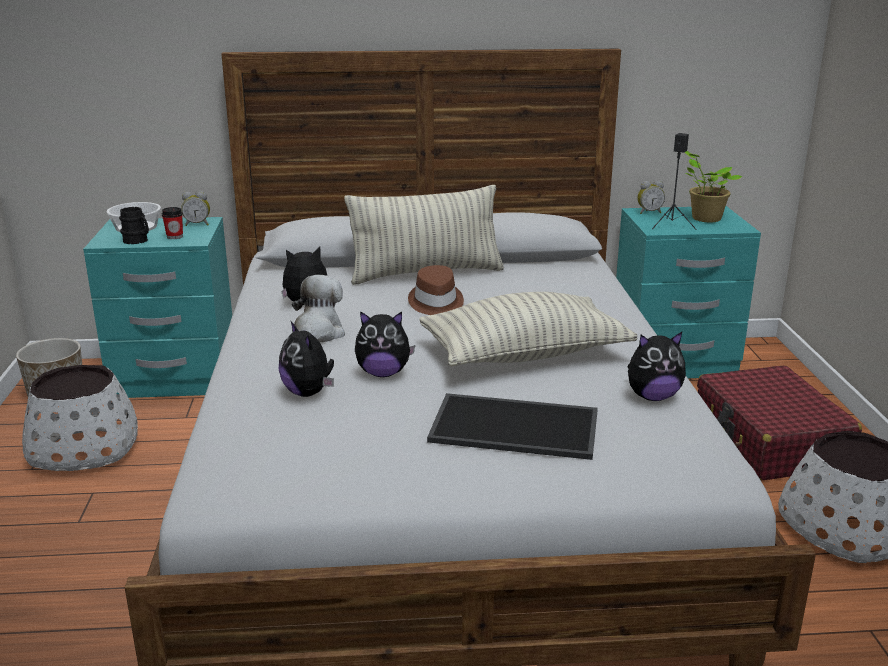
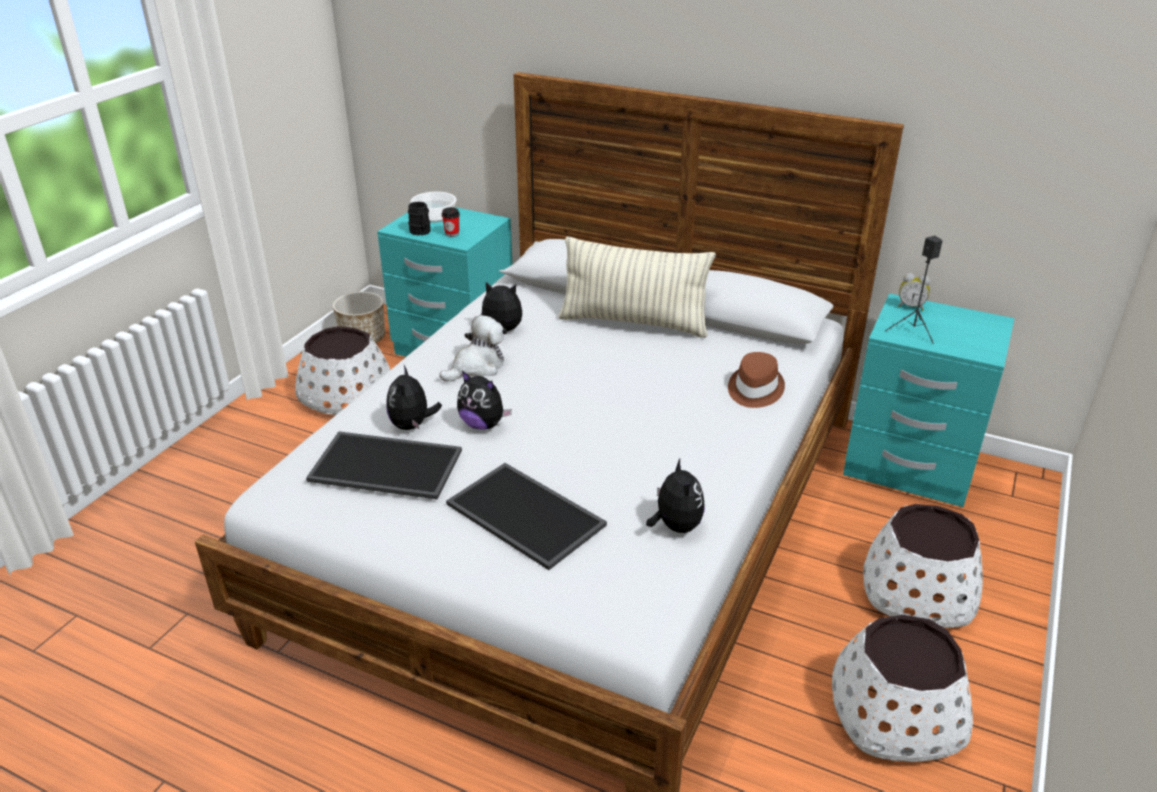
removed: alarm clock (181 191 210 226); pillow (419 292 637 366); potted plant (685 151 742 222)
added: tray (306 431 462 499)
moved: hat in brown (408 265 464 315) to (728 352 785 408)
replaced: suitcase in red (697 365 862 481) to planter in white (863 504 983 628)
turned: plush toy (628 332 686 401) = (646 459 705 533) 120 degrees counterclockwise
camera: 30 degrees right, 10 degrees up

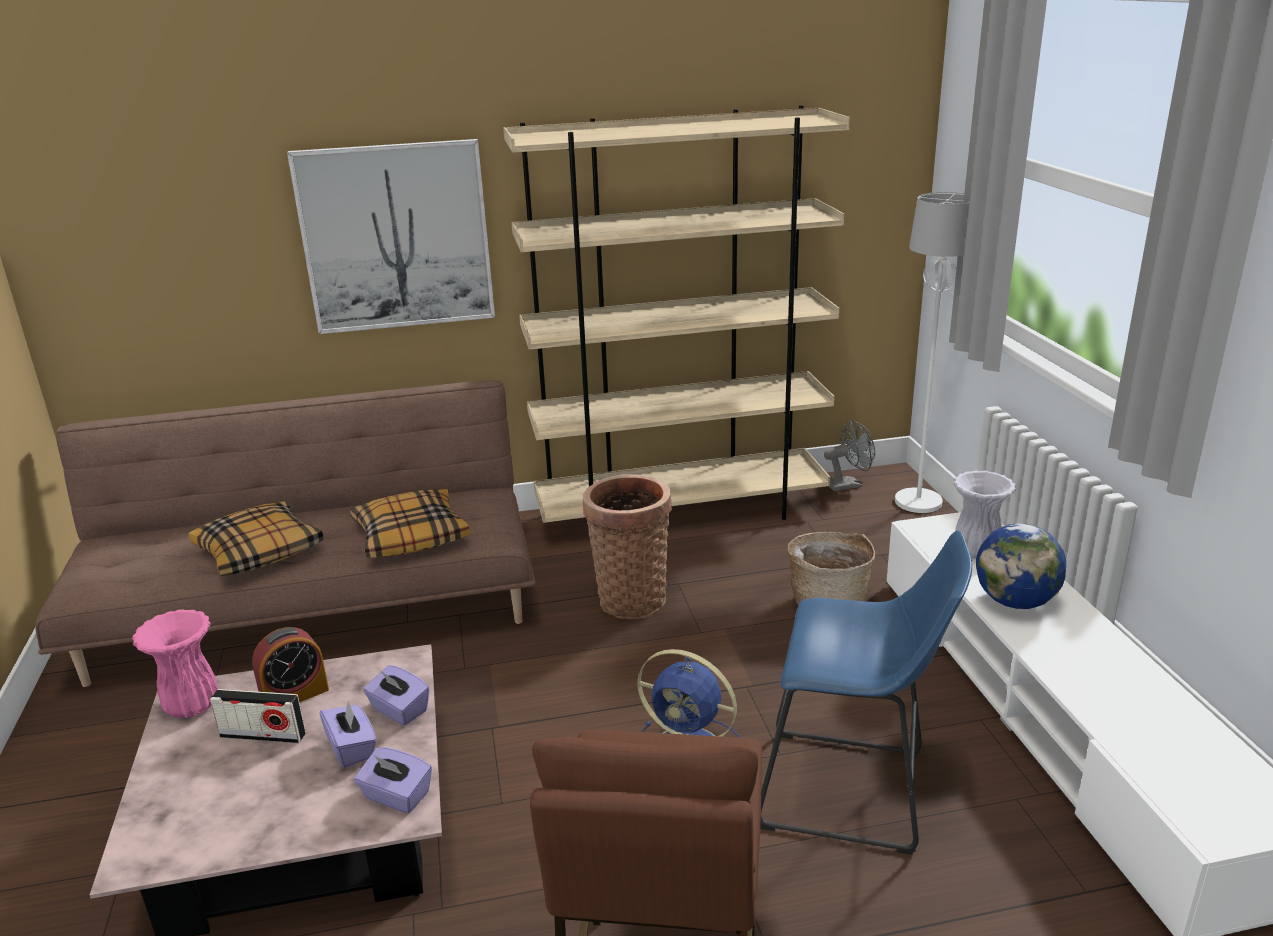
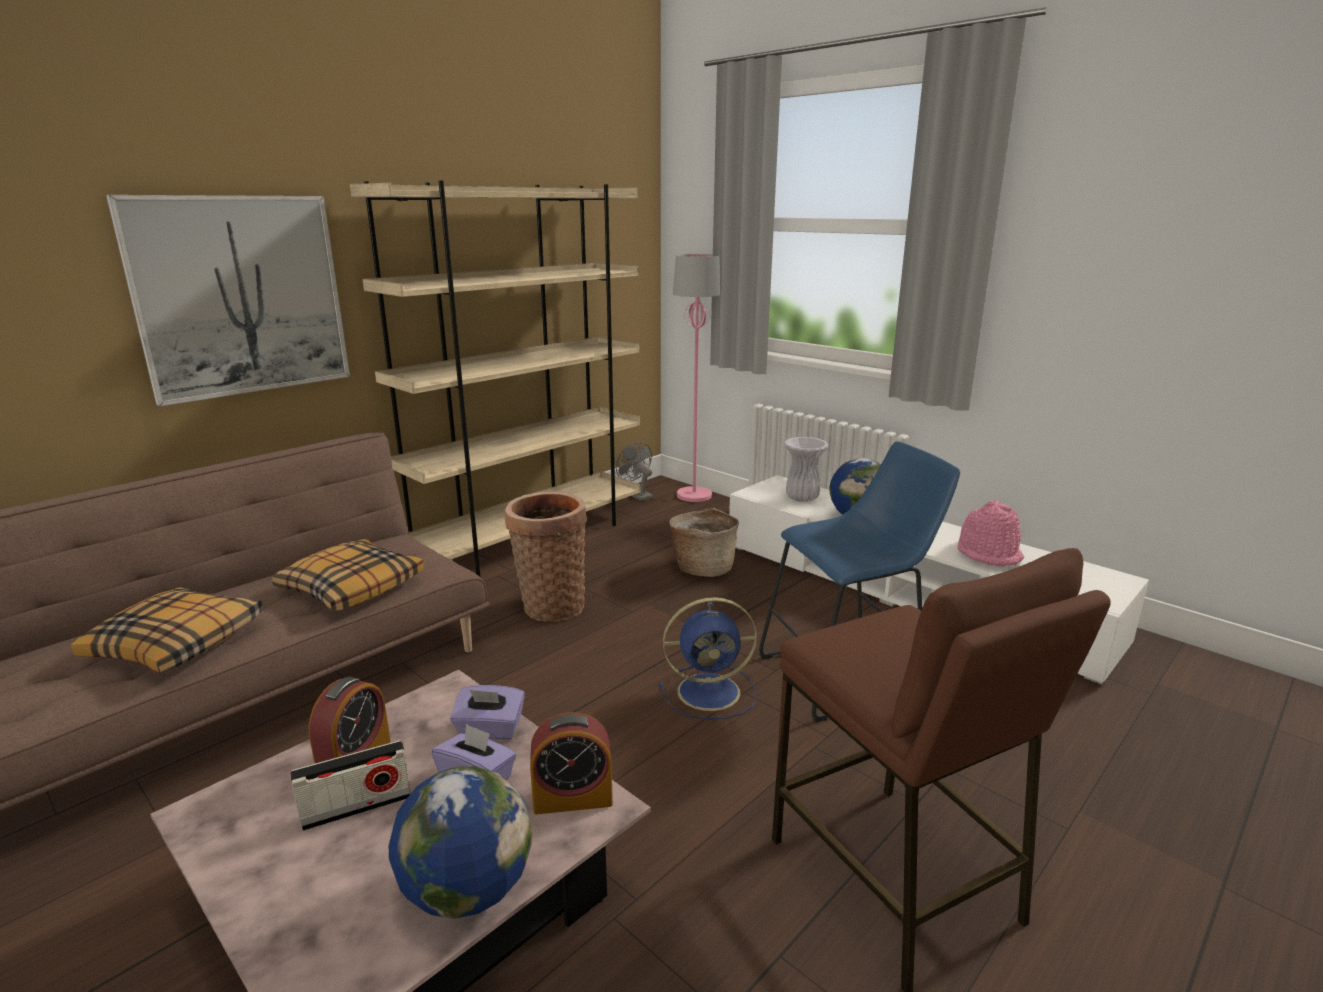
removed: vase in pink (132 609 218 718)
added: globe (389 766 532 919); hat in pink (957 500 1024 567)
replaced: tissue box in purple (354 747 432 813) to alarm clock (530 712 613 814)
recoloured: floor lamp in white (895 192 969 513) to floor lamp in pink (673 254 720 502)
turned: fan in grey (824 419 875 491) = (616 442 653 501) 75 degrees counterclockwise
camera: 35 degrees left, 5 degrees down

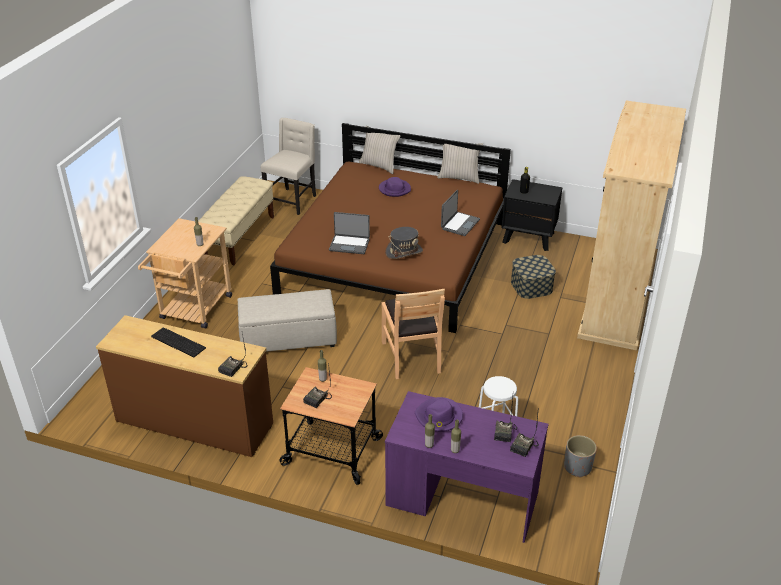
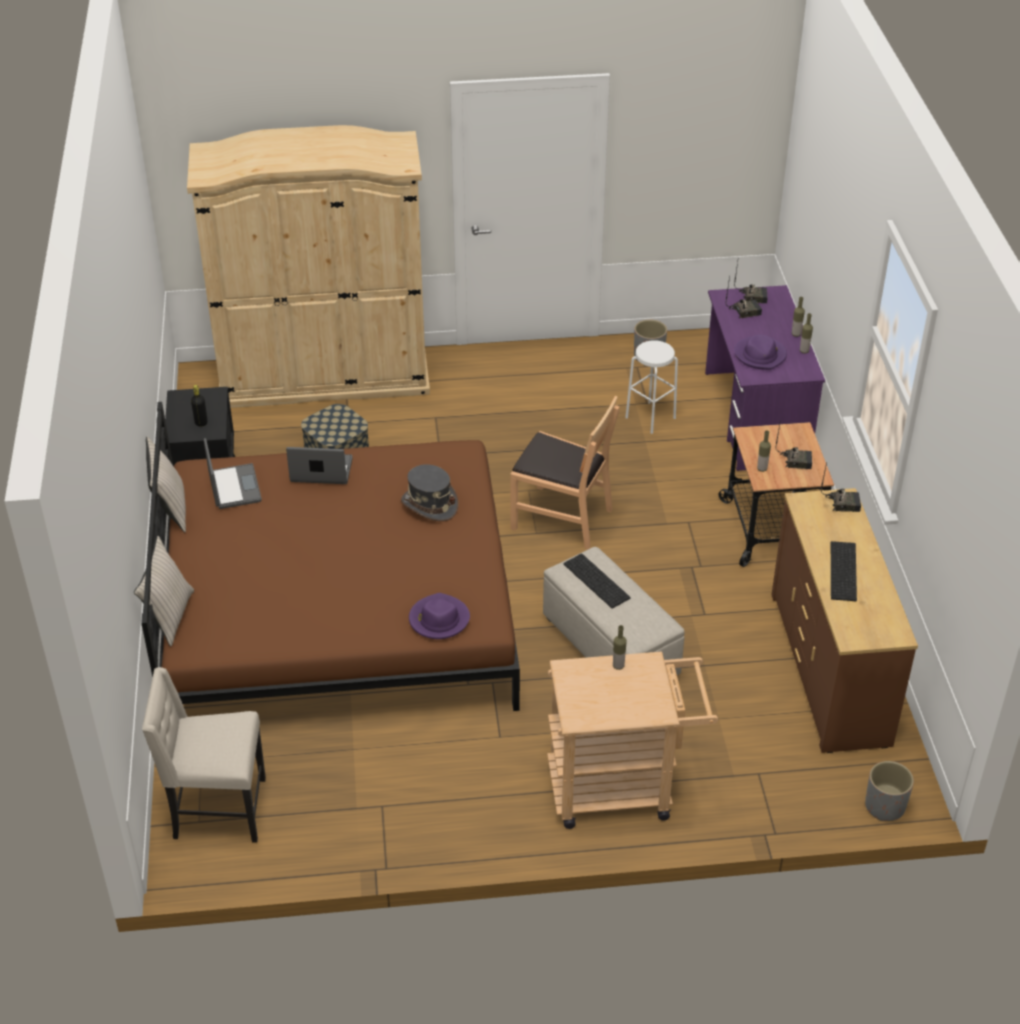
removed: bench in beige (198 176 274 265)
added: keyboard (564 553 630 608); planter in grey (865 761 914 821)
moved: laptop (329 212 370 254) to (204 438 262 509); hat in purple (379 177 411 197) to (409 593 470 639)
turned: chair in brown (382 289 445 379) = (510 396 619 549) 60 degrees clockwise
camera: 115 degrees left, 5 degrees up

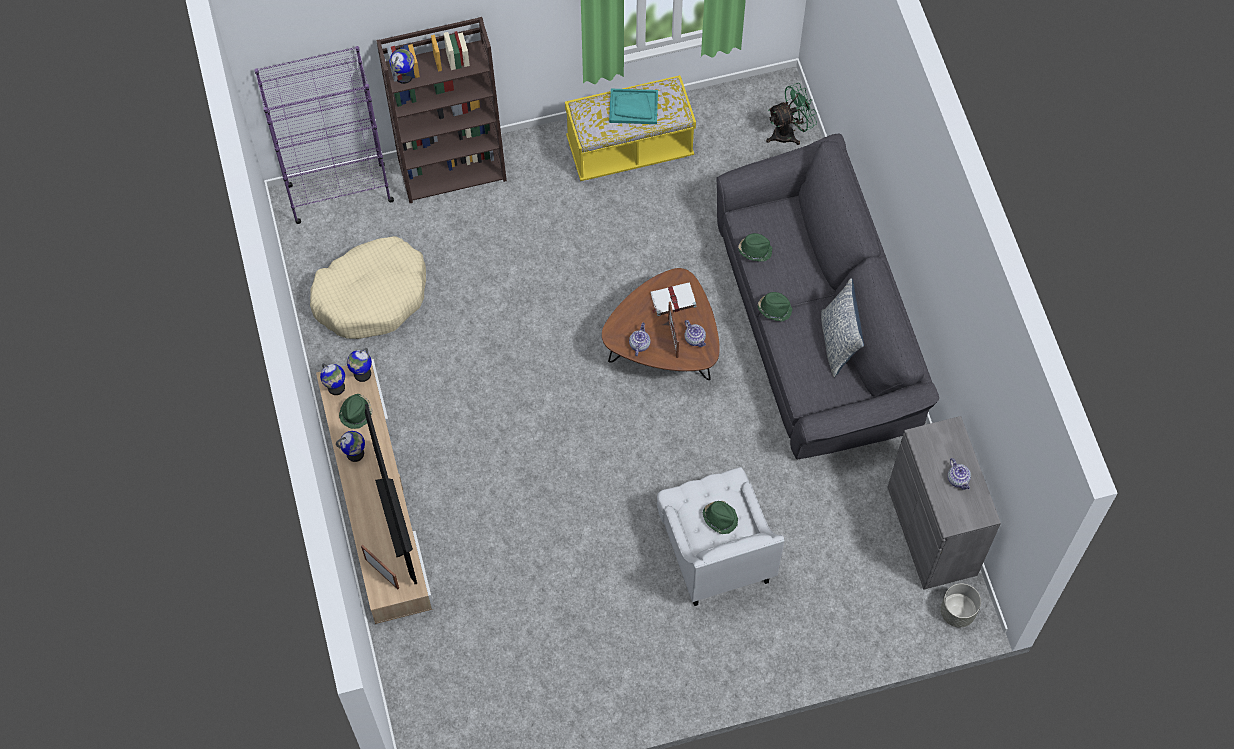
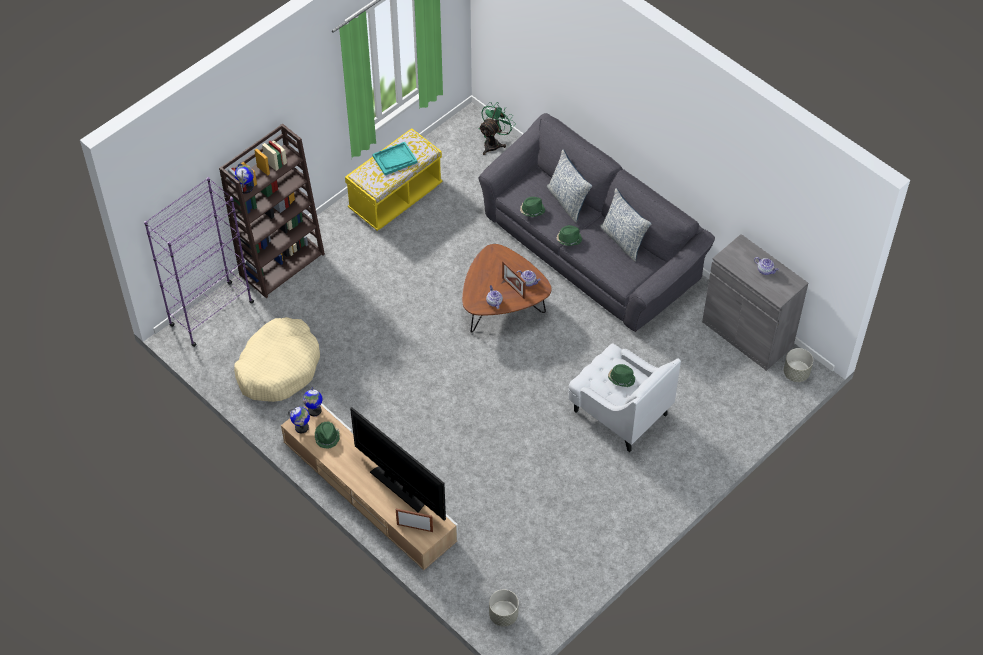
removed: globe (336 431 365 462); book in white (651 282 697 316)
added: planter in grey (489 590 519 627); pillow (547 149 592 223)
camera: 30 degrees left, 10 degrees down

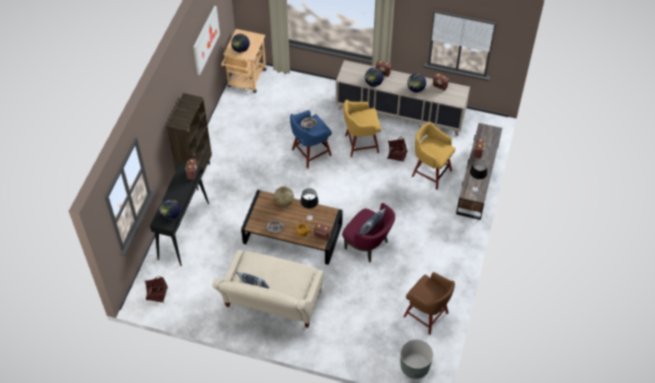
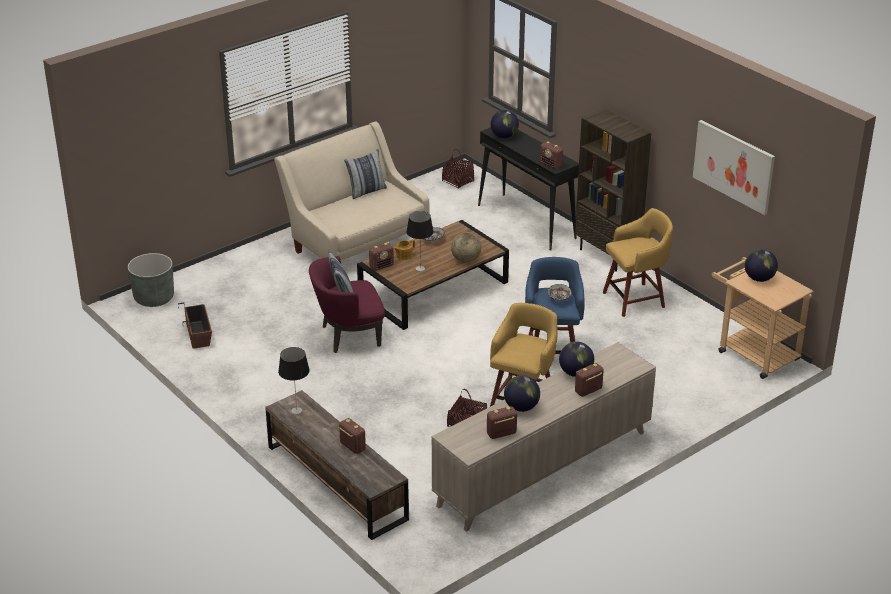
moved: stool in yellow (412 122 456 190) to (603 208 673 317)
replaced: stool in brown (403 272 455 335) to planter (178 303 212 349)
camera: 125 degrees right, 20 degrees down

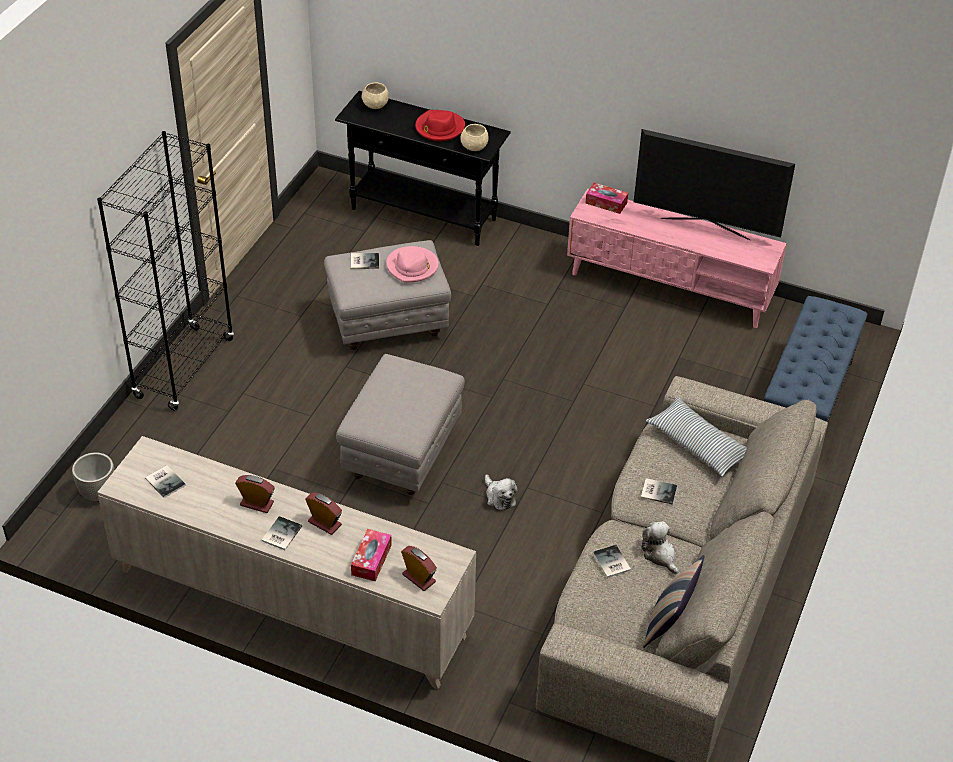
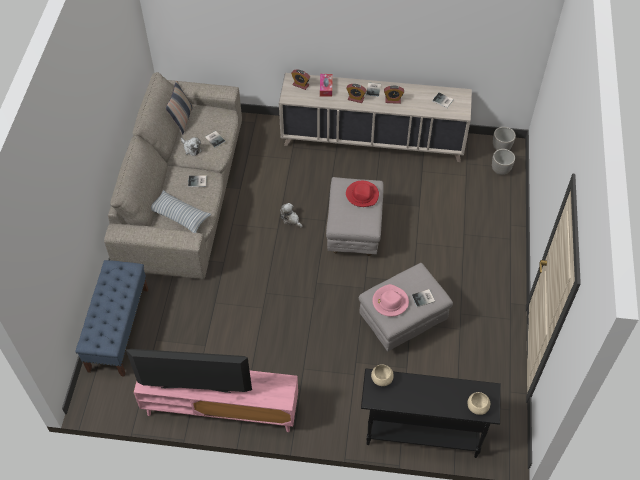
removed: bookcase in black (97 131 234 411); tissue box (585 183 628 214)
added: planter (493 127 516 150)
moved: hat in red (415 110 465 141) to (346 181 379 207)
camera: 165 degrees right, 10 degrees up

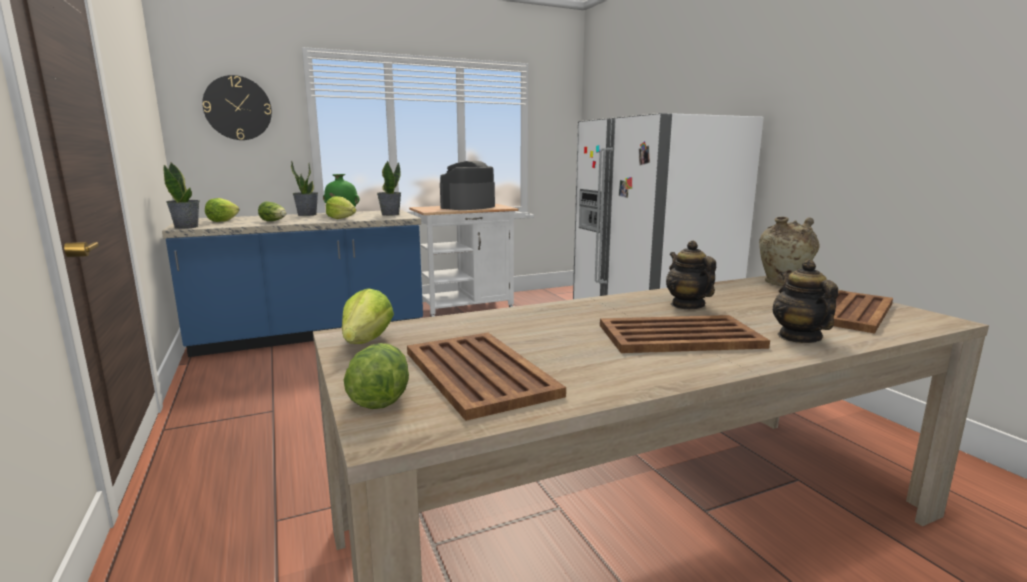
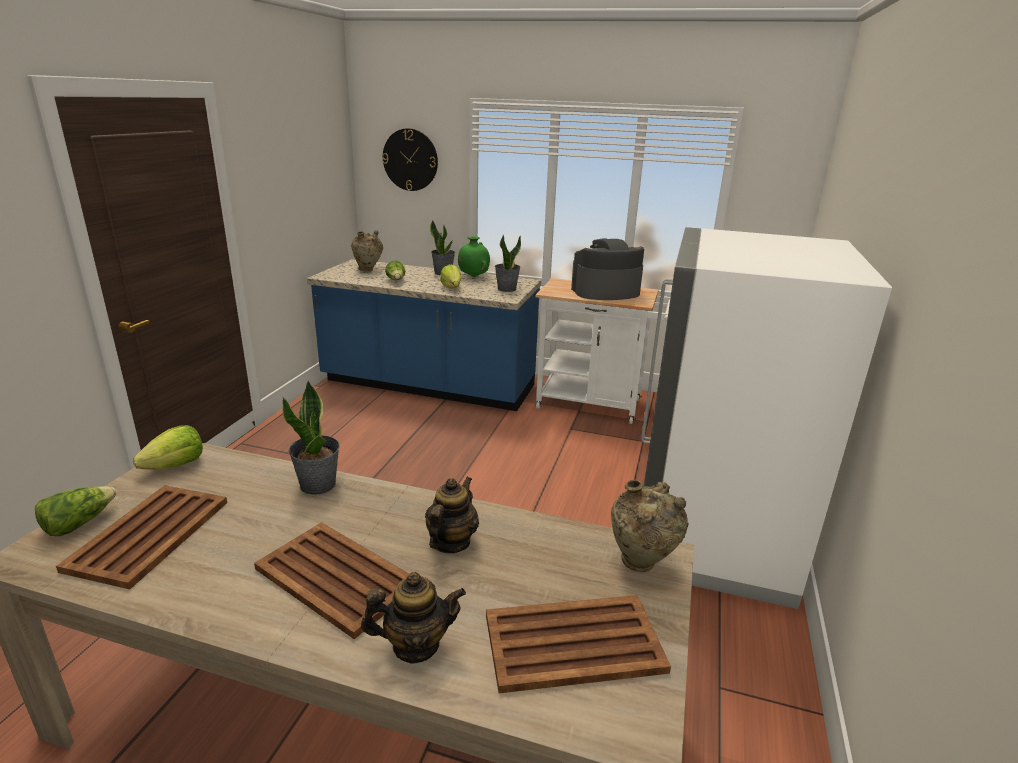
moved: potted plant (163 163 199 229) to (282 380 340 495)
replaced: lettuce (205 198 239 222) to vase in beige (351 230 383 272)
turned: teapot (772 259 838 343) = (361 572 466 663) 45 degrees clockwise
camera: 40 degrees right, 10 degrees up

